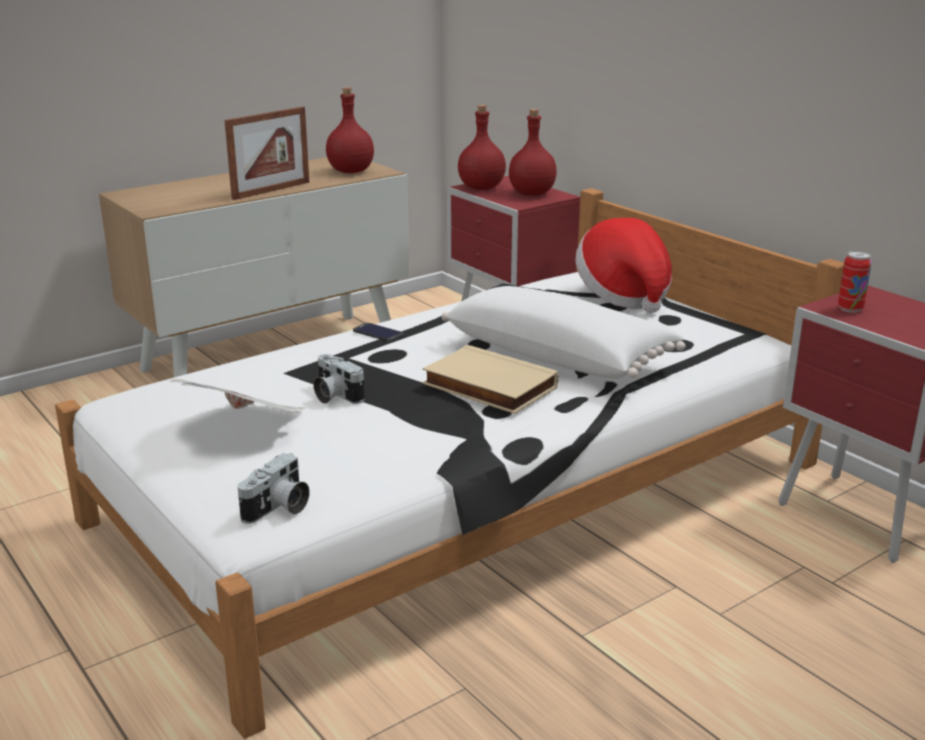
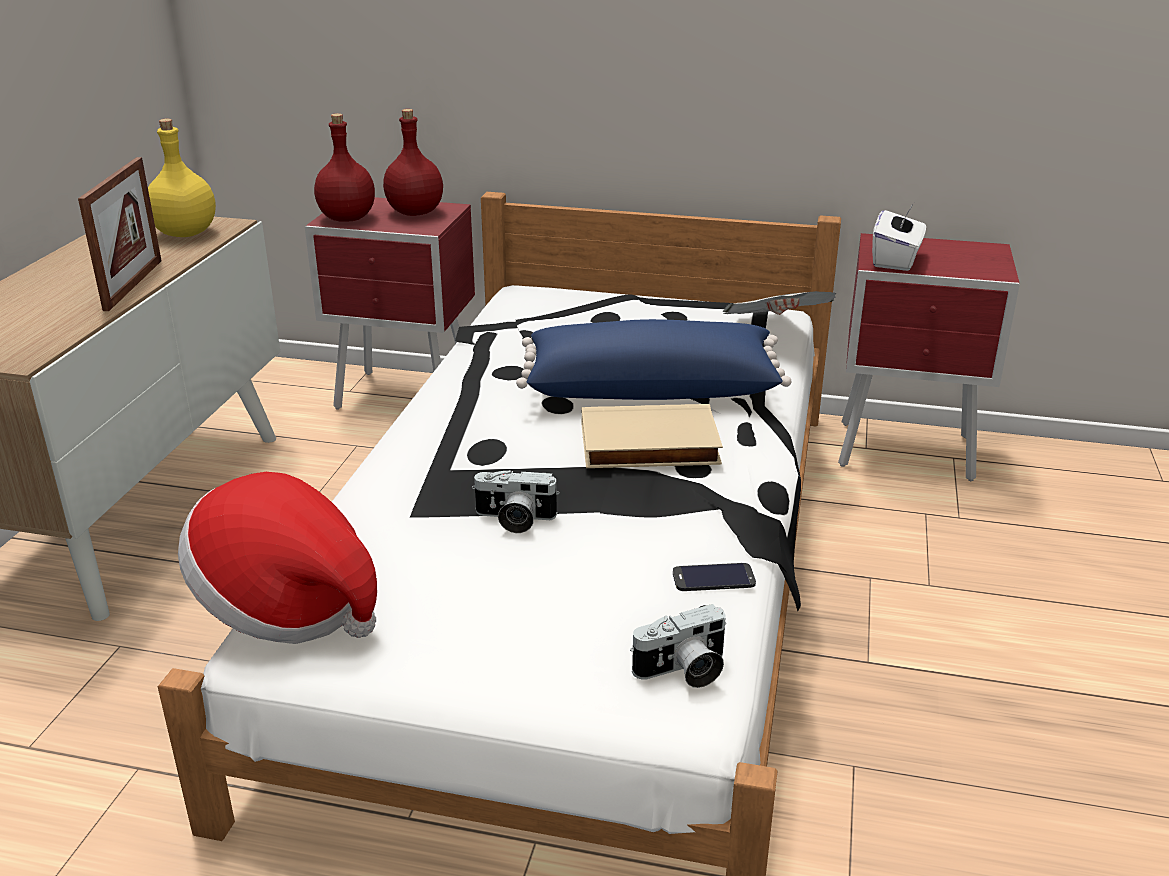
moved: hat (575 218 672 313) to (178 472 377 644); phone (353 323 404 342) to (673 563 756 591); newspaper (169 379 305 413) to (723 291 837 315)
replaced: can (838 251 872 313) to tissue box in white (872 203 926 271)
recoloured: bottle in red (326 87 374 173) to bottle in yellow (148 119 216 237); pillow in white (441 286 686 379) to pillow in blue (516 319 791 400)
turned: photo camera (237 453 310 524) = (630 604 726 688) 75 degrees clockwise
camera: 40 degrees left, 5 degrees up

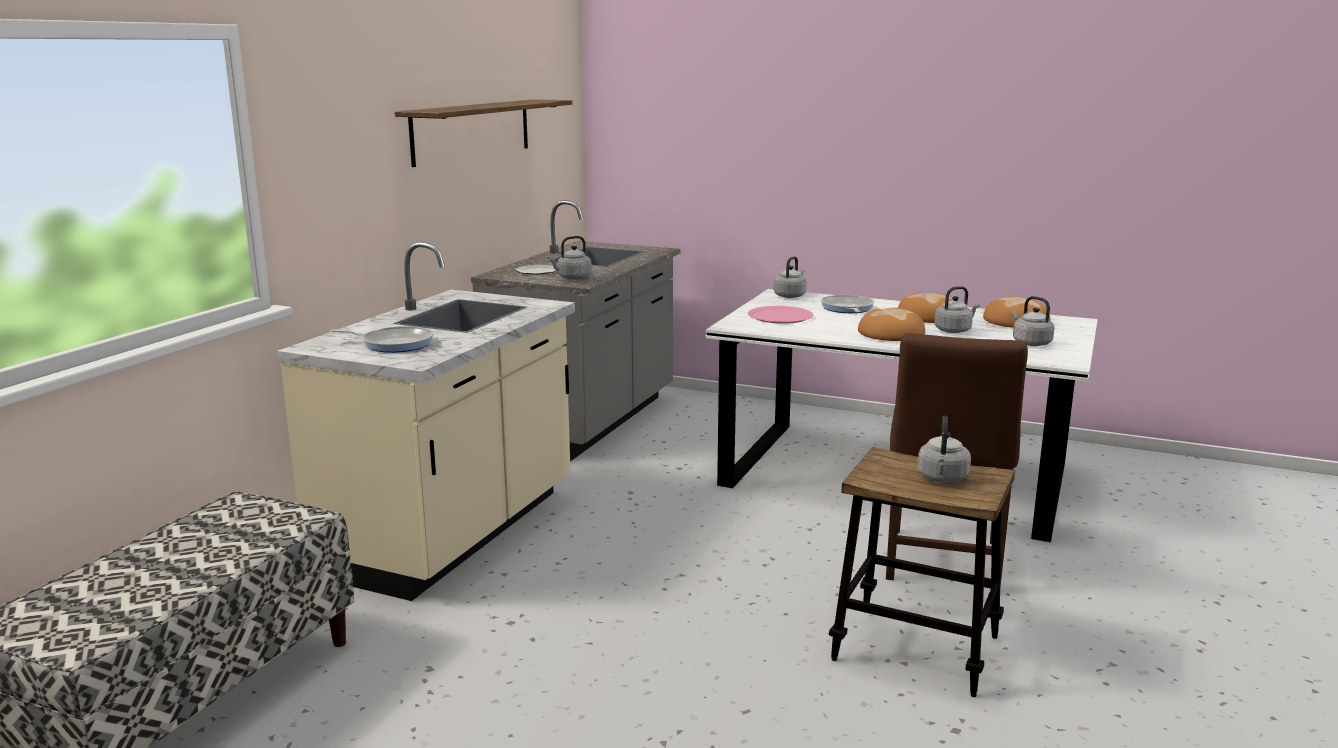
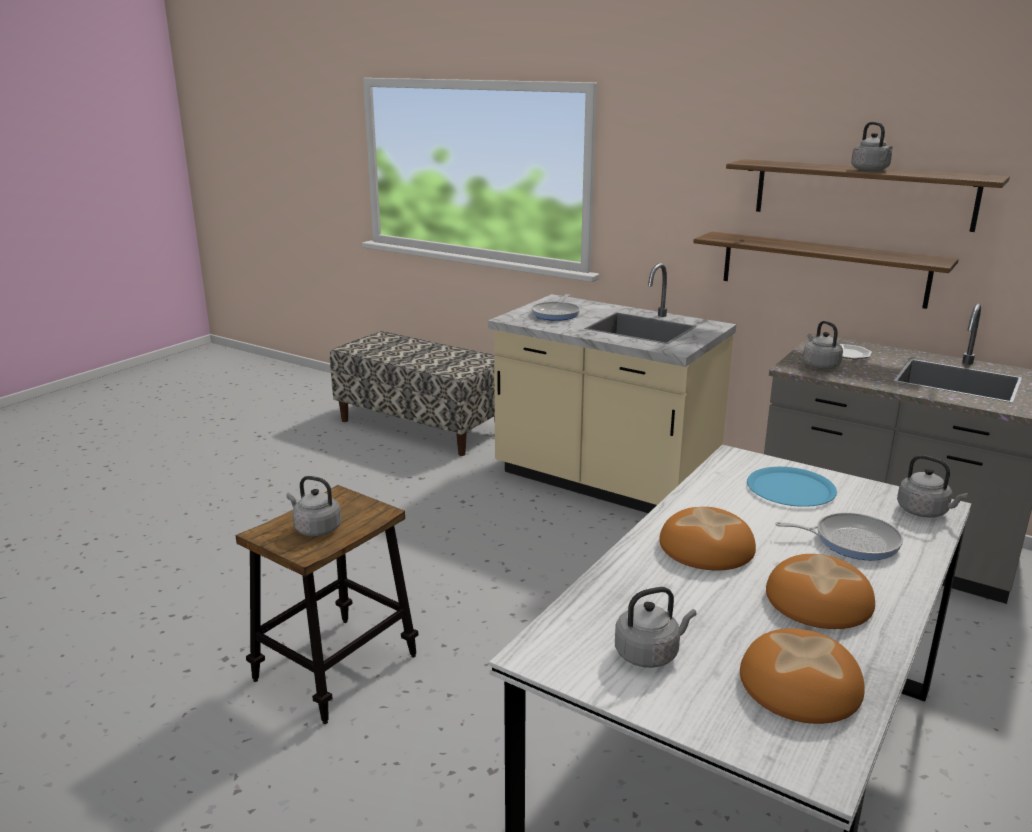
removed: chair in brown (886 333 1028 586)
added: shelf (693 232 959 309)
moved: kettle in grey (934 286 979 333) to (851 122 893 171)
recoloured: plate in pink (748 306 813 324) to plate in blue (747 467 837 507)
camera: 100 degrees right, 5 degrees up

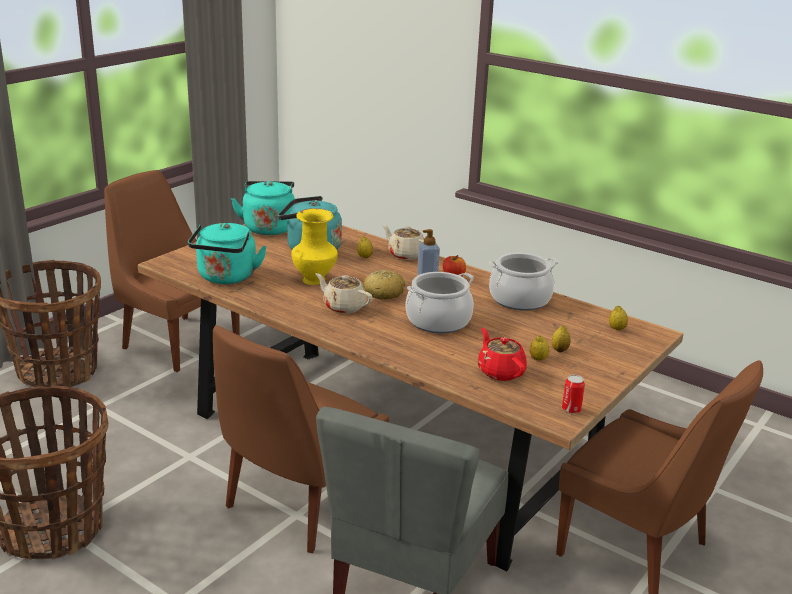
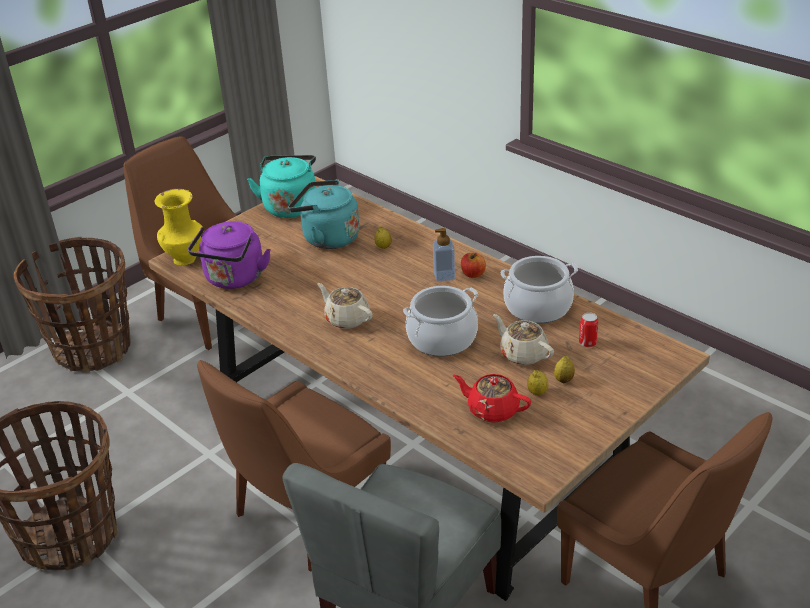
removed: bread (363 270 405 300); lemon (609 306 628 330)
moved: vase in yellow (291 208 338 285) to (155 189 203 266); teapot in beige (382 225 424 260) to (493 314 554 365); can (562 375 585 414) to (579 312 598 347)
recoloured: kettle in turquoise (188 223 267 284) to kettle in purple (188 221 271 289)
turned: teapot in red (478 328 527 381) = (453 374 531 423) 45 degrees counterclockwise
camera: 10 degrees right, 10 degrees up

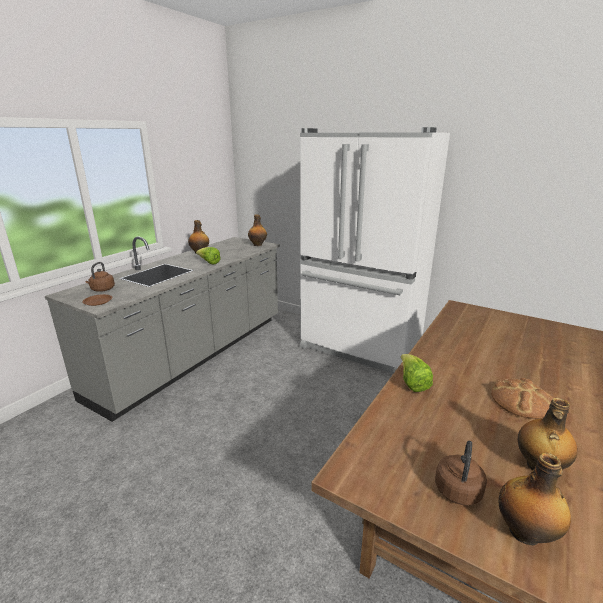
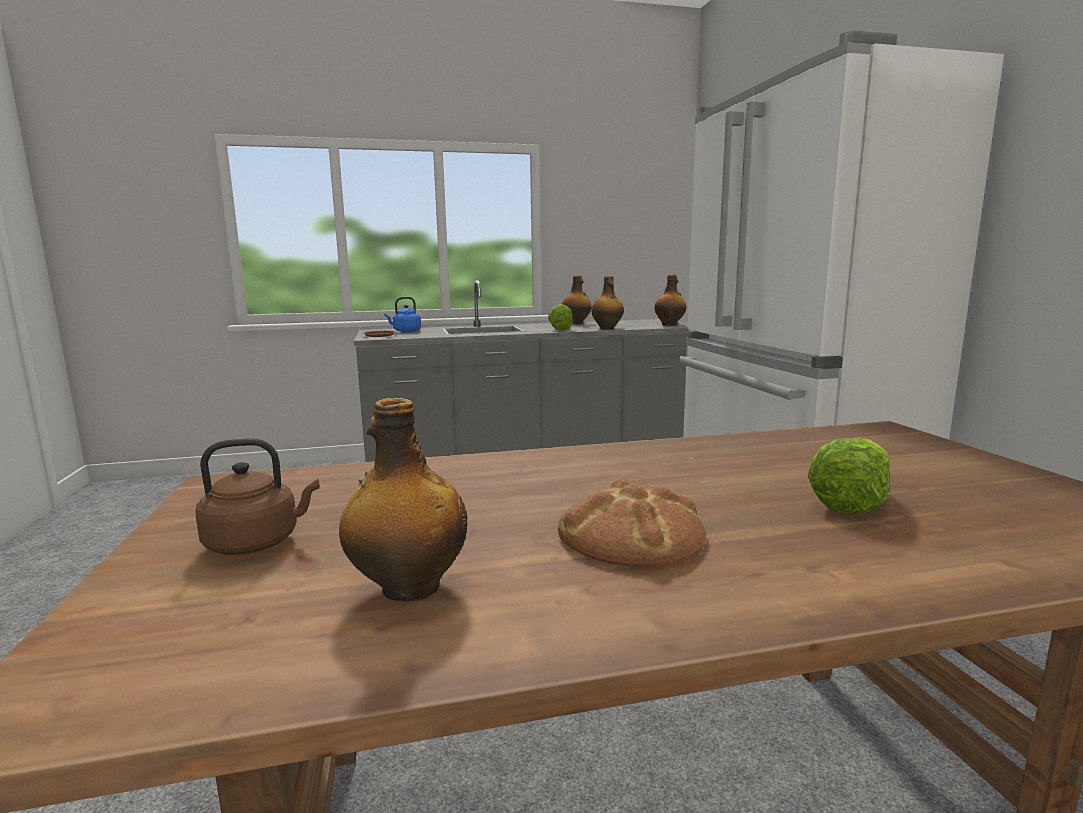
moved: bottle (498 453 571 546) to (591 276 624 330); lettuce (401 354 433 392) to (808 438 890 514)
recoloured: kettle in brown (85 262 115 292) to kettle in blue (384 297 421 332)
camera: 45 degrees right, 10 degrees down

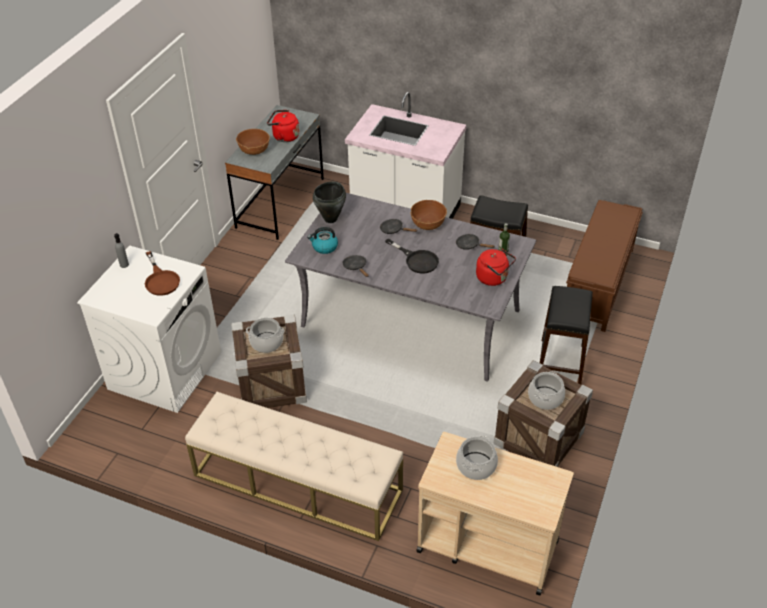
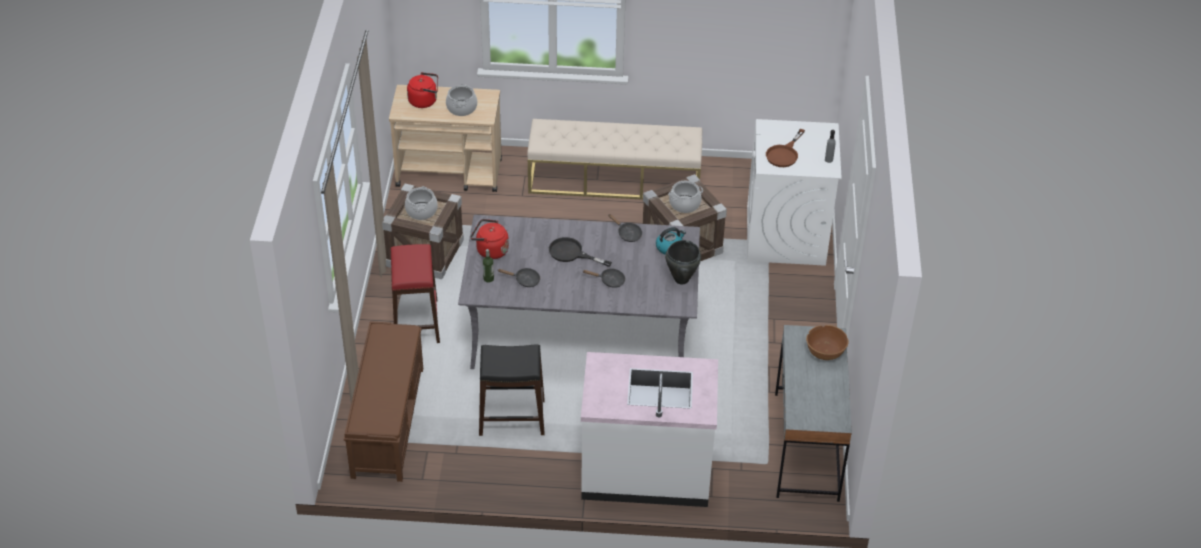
removed: bowl in brown (411 200 447 230)
moved: kettle in red (267 110 299 142) to (407 72 438 108)
recoloured: stool in black (540 286 593 384) to stool in red (391 244 440 343)
turned: frying pan in brown (145 251 180 296) = (766 129 805 167) 105 degrees counterclockwise
camera: 160 degrees right, 0 degrees up

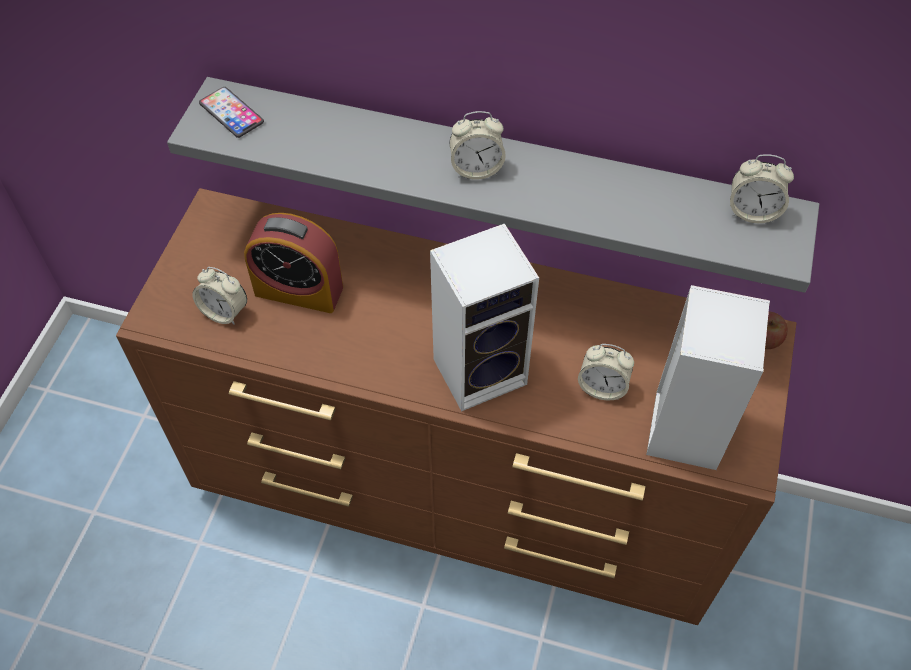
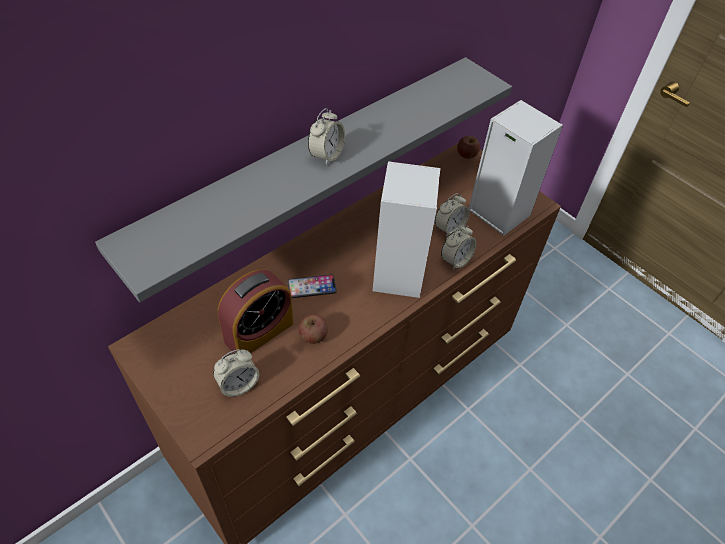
added: apple (298 314 328 344)
moved: phone (199 87 264 138) to (287 274 337 298); alarm clock (730 154 794 223) to (441 224 477 270)
camera: 60 degrees left, 5 degrees down

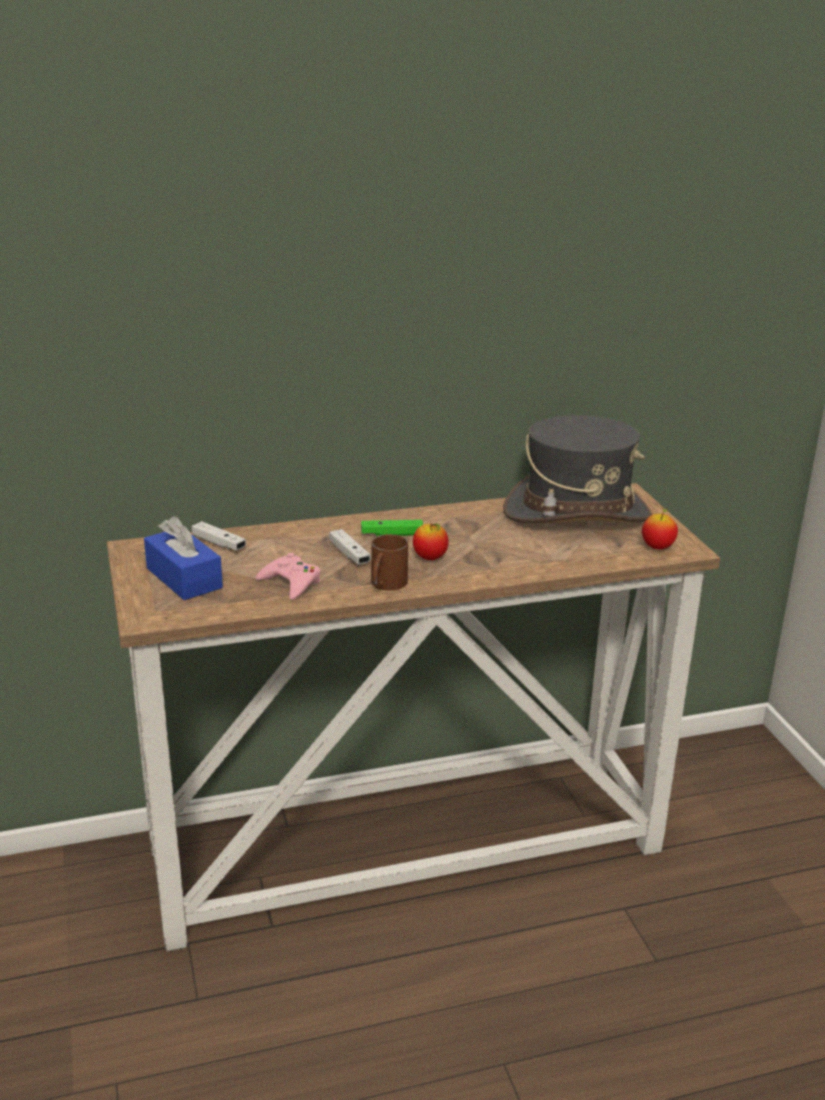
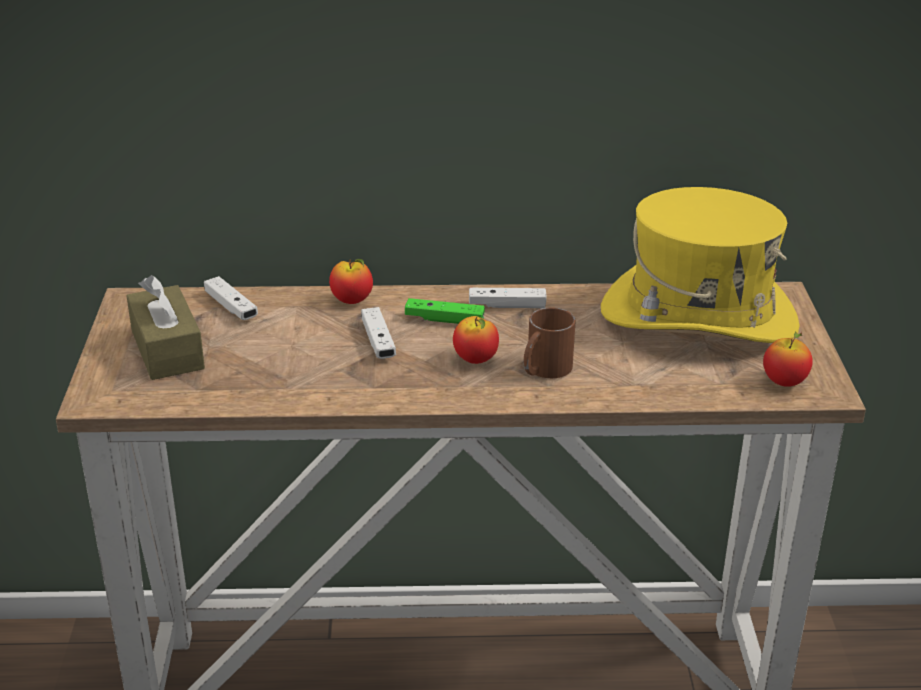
removed: game controller in pink (256 553 321 600)
added: apple (329 259 373 304); game controller in white (469 288 547 308)
moved: mug in brown (371 534 408 591) to (524 307 576 378)
recoloured: tissue box in blue (144 516 223 600) to tissue box in brown (126 275 205 380); hat in grey (503 415 652 523) to hat in yellow (601 187 800 343)
camera: 15 degrees right, 5 degrees up

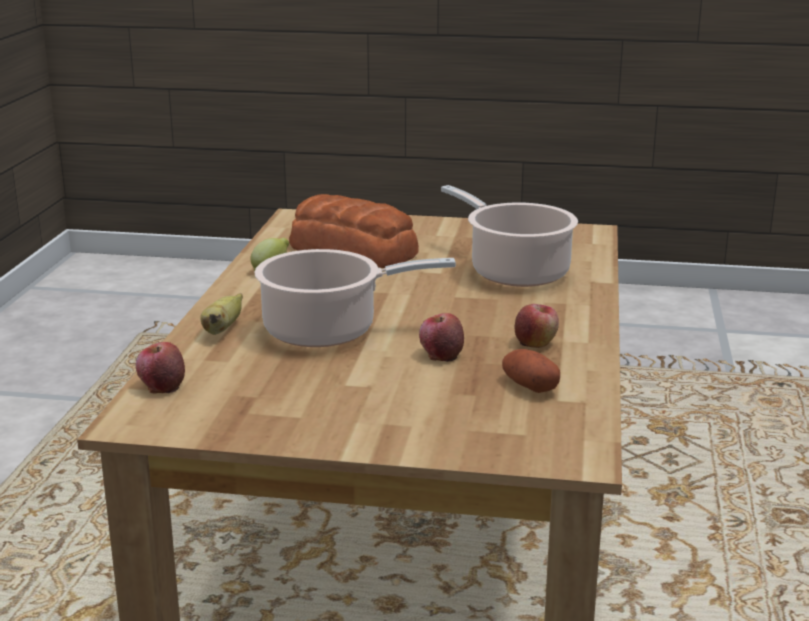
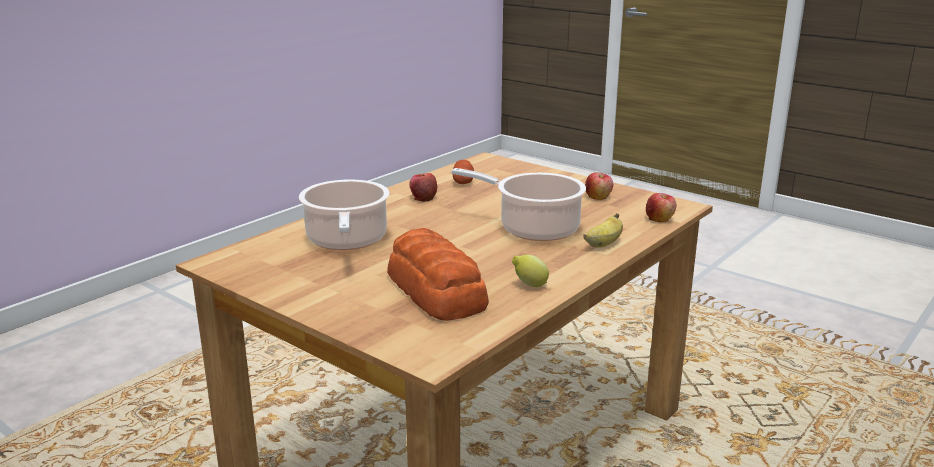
moved: apple (419 313 464 362) to (585 172 613 200)
camera: 150 degrees left, 0 degrees up

